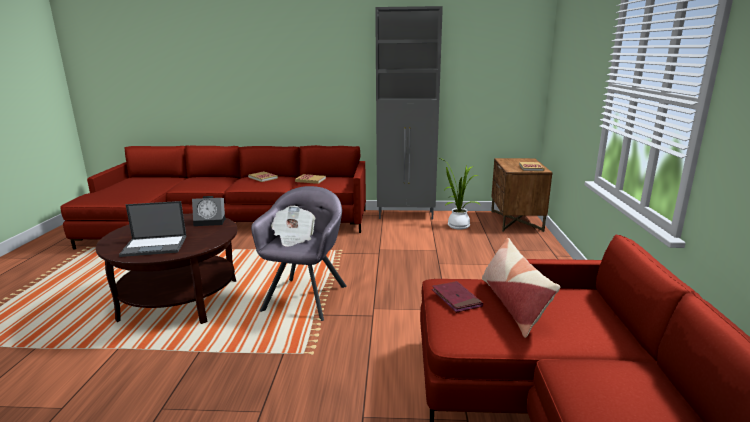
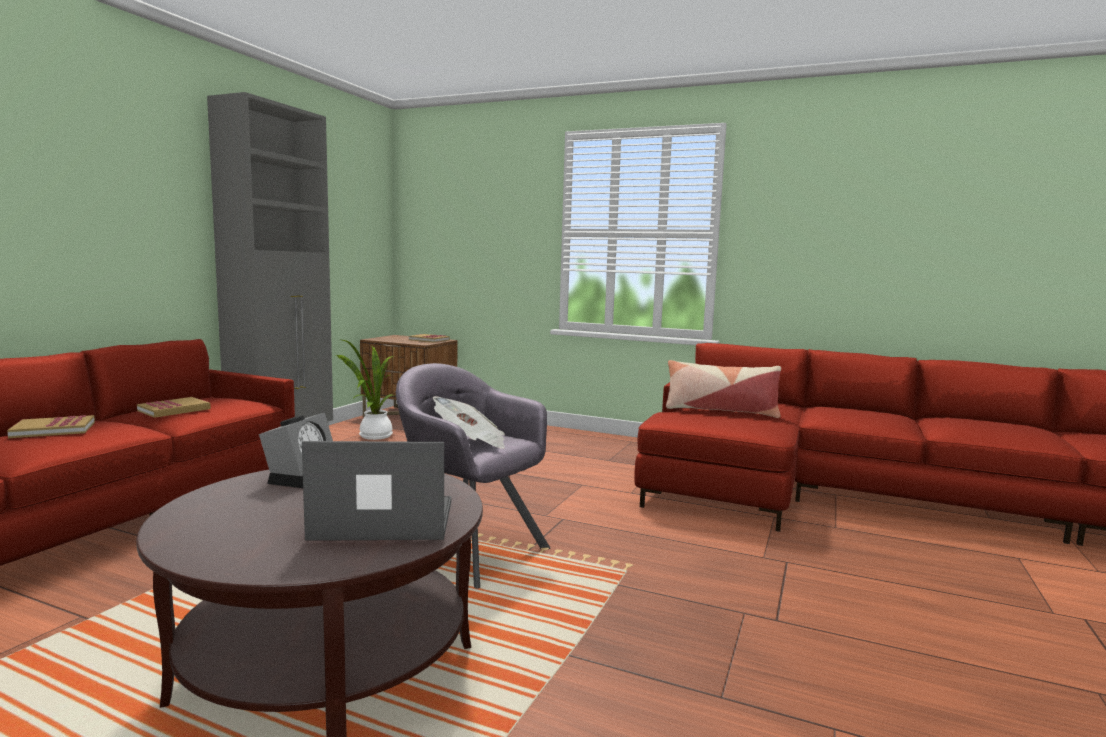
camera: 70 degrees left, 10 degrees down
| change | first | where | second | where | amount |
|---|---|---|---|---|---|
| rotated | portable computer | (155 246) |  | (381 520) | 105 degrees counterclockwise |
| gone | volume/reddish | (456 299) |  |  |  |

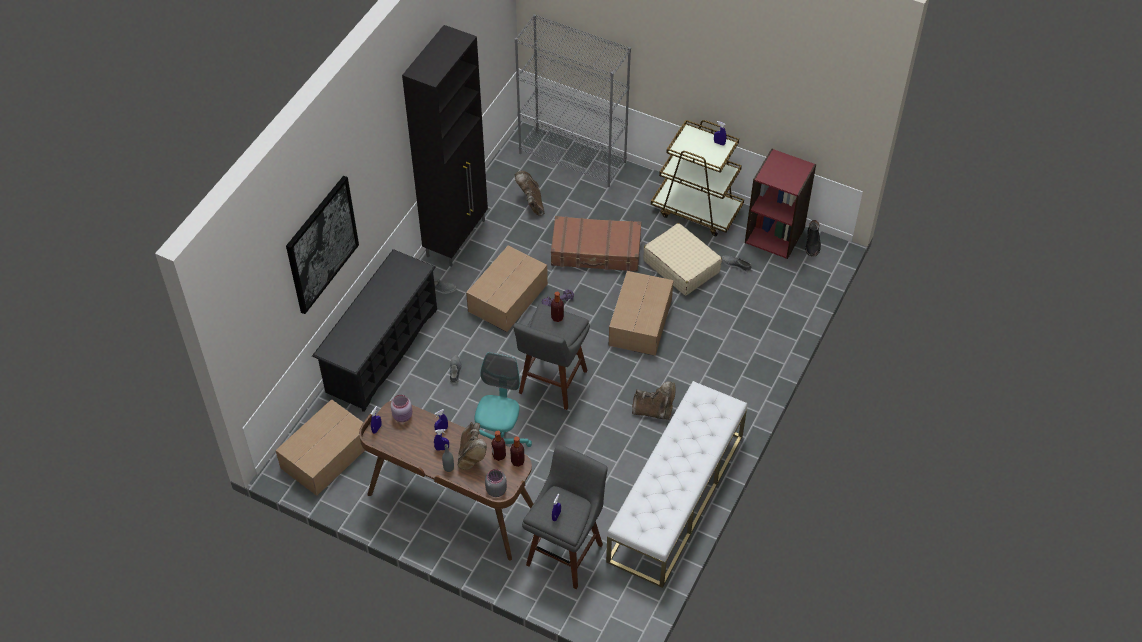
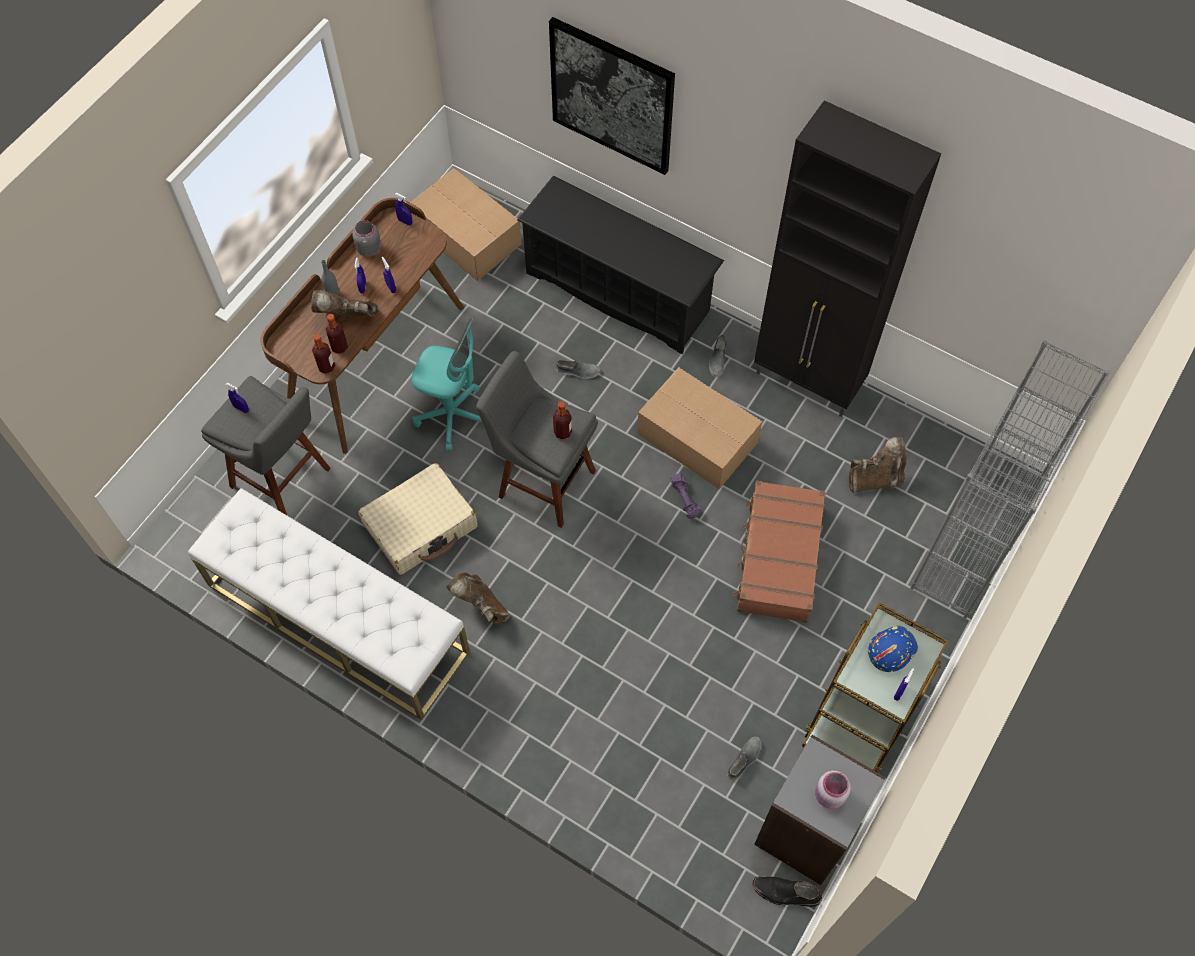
camera: 95 degrees right, 10 degrees up
| change | first | where | second | where | amount |
|---|---|---|---|---|---|
| shifted | preserve jar/gray | (495 490) |  | (369 248) |  |
| shifted | piece of luggage/beige-coloured | (681 266) |  | (421 526) |  |
| rotated | tall boot/brown | (654 411) |  | (481 606) | 120 degrees clockwise |
| repainted | shelving unit/reddish | (775 235) | shelving unit/gray | (806 832) |  |
| shifted | preserve jar/pink-coloured | (403 416) |  | (829 795) |  |
| new |  |  | hard hat/bluish | (891 649) |  |
| gone | carton | (641 321) |  |  |  |

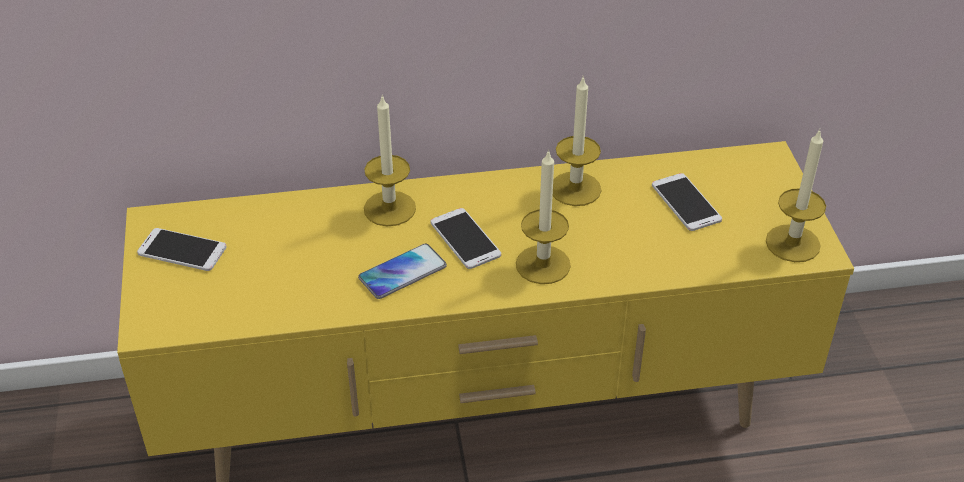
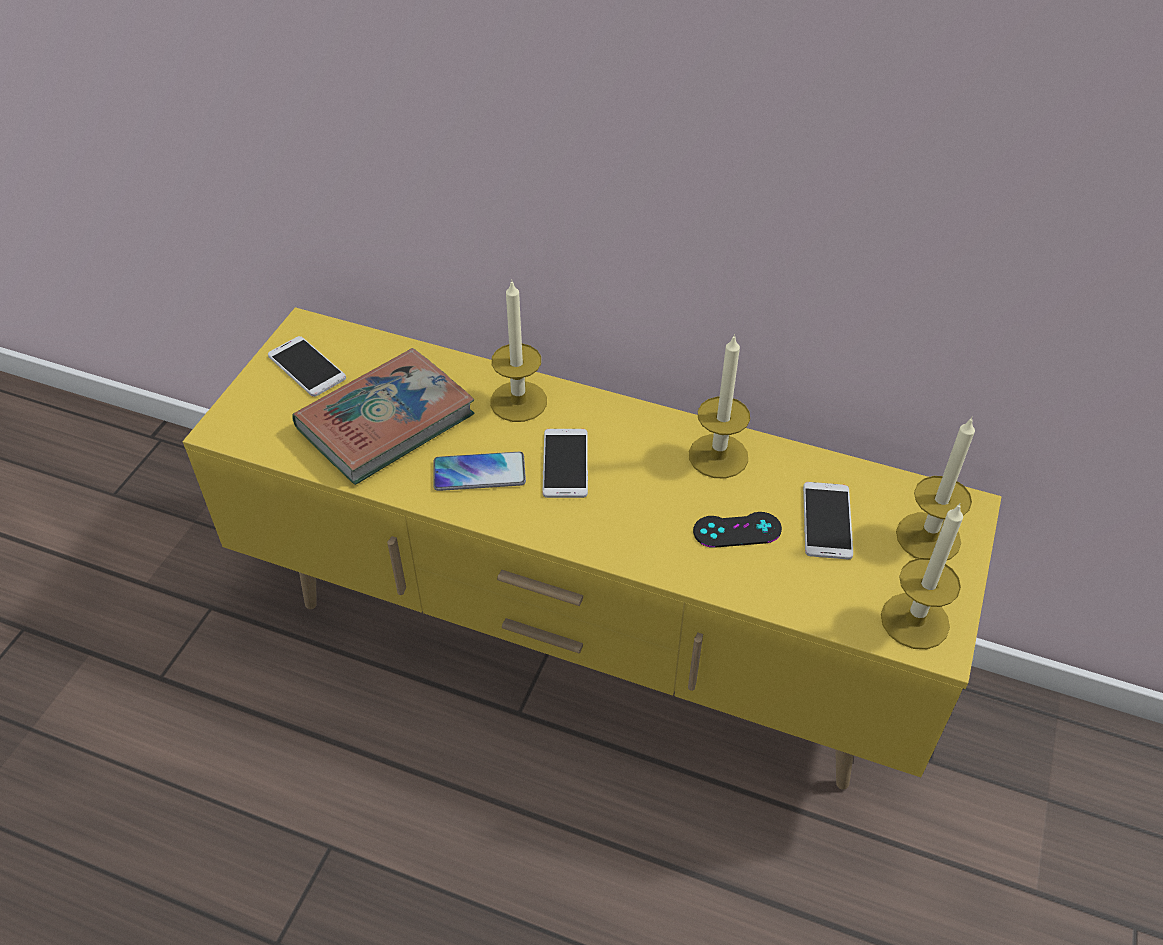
camera: 30 degrees right, 5 degrees up
| change | first | where | second | where | amount |
|---|---|---|---|---|---|
| new |  |  | volume | (386 422) |  |
| new |  |  | gamepad/black | (737 530) |  |
| shifted | candle | (543 264) |  | (928 537) |  |

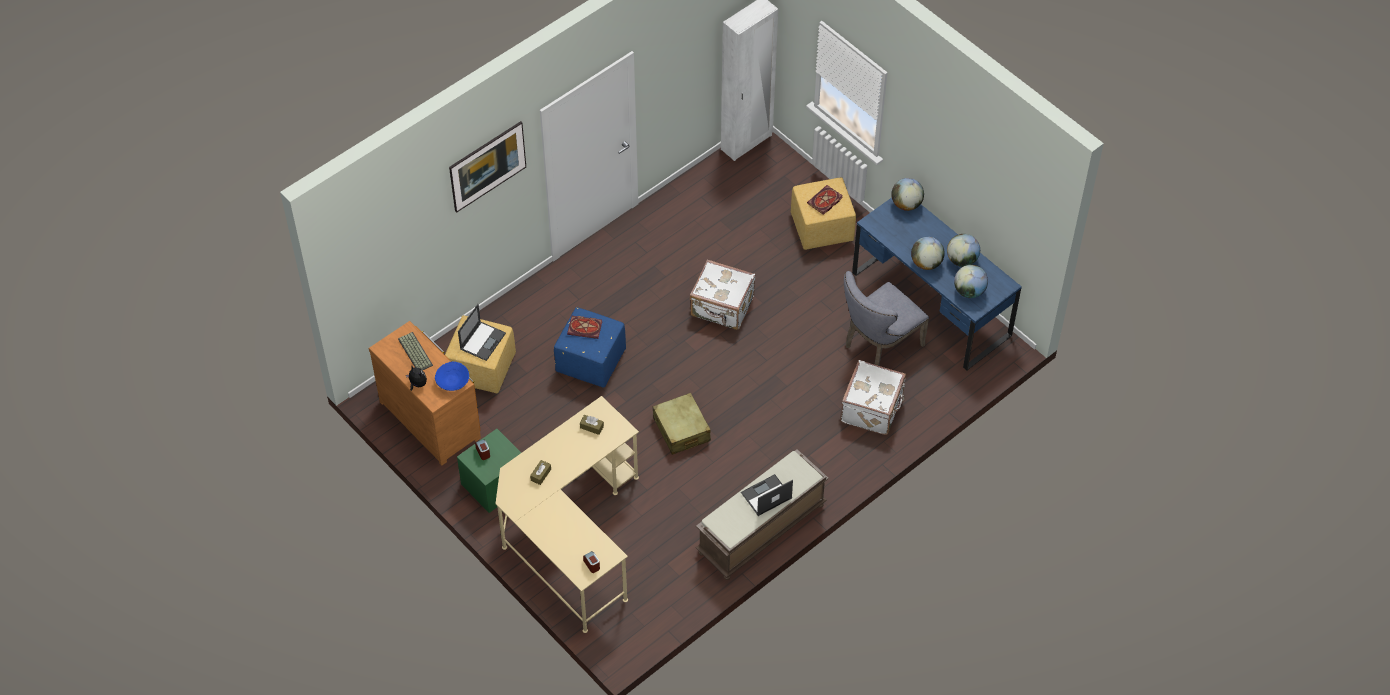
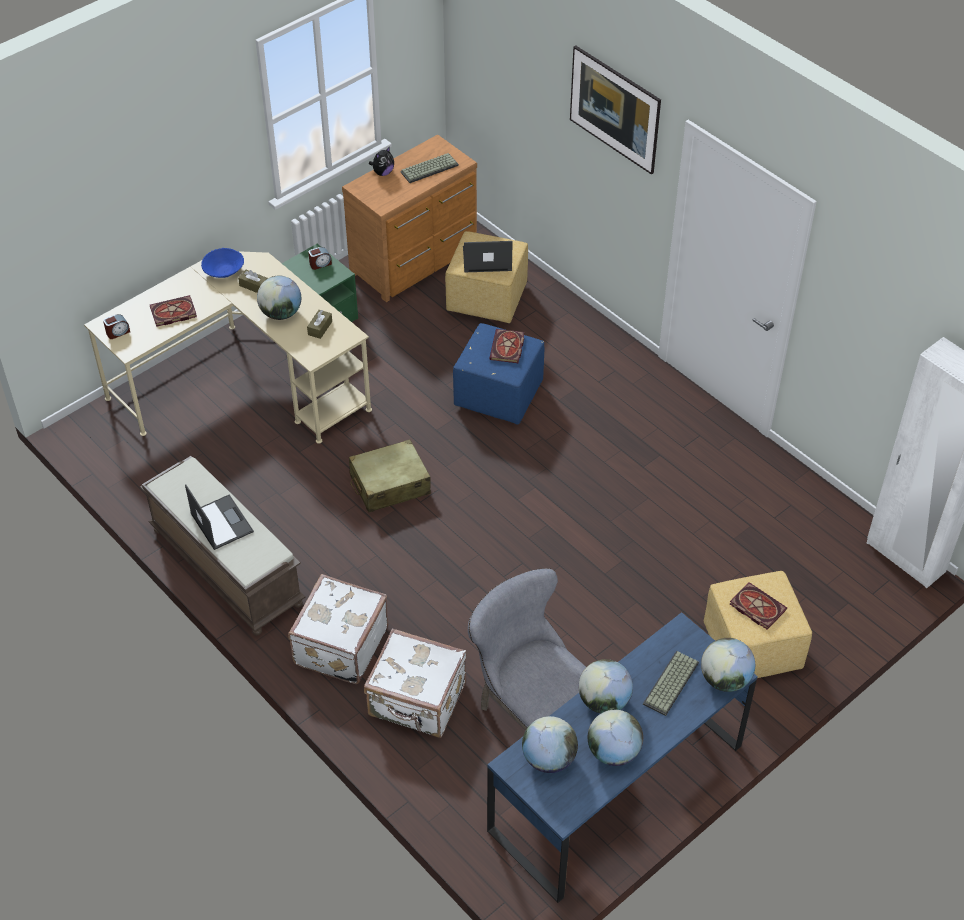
camera: 90 degrees right, 5 degrees down
| change | first | where | second | where | amount |
|---|---|---|---|---|---|
| new |  |  | volume | (172 313) |  |
| shifted | deep dish/bluish | (452 381) |  | (223 271) |  |
| new |  |  | world globe | (281 313) |  |
| shifted | piece of luggage/whitish | (722 308) |  | (339 645) |  |
| rotated | portable computer | (483 341) |  | (486 259) | 150 degrees clockwise |
| new |  |  | computer keyboard | (671 684) |  |

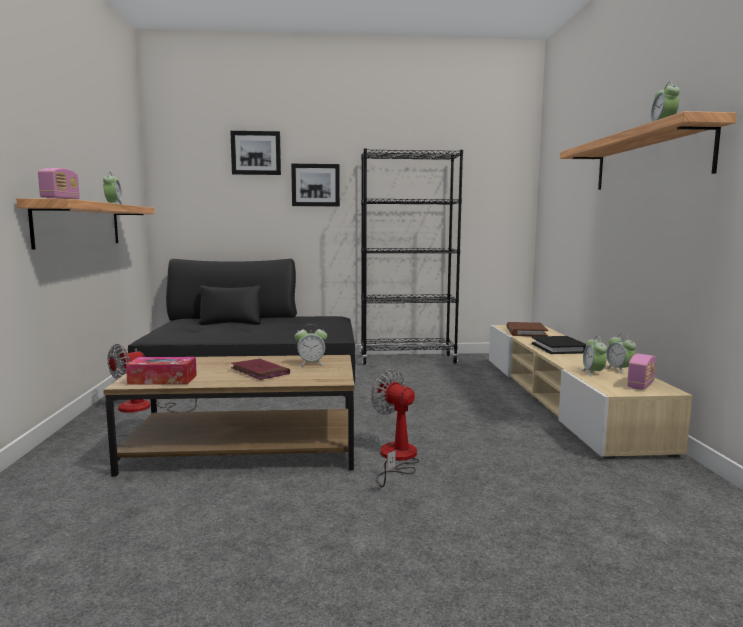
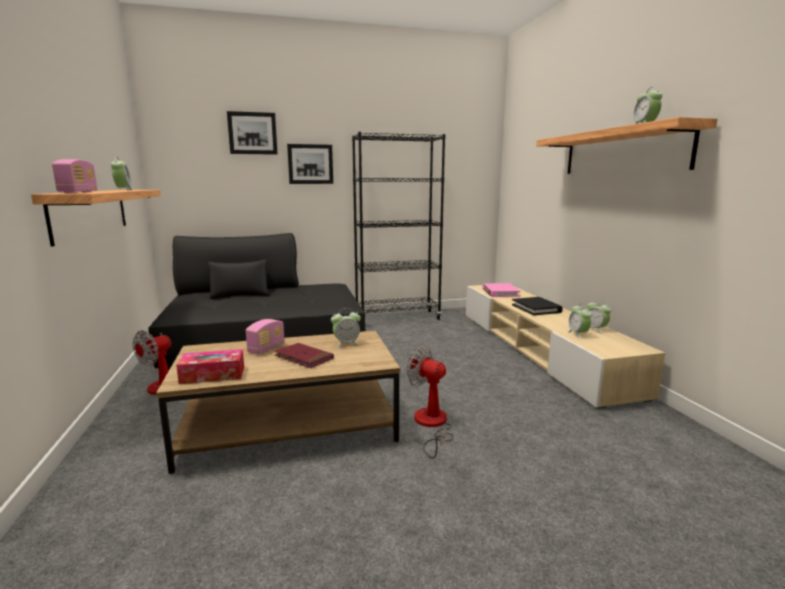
camera: 10 degrees left, 5 degrees up
| change | first | where | second | where | amount |
|---|---|---|---|---|---|
| shifted | radio receiver | (640 385) |  | (266 348) |  |
| repainted | volume/brown | (526 332) | volume/pink-coloured | (500 292) |  |

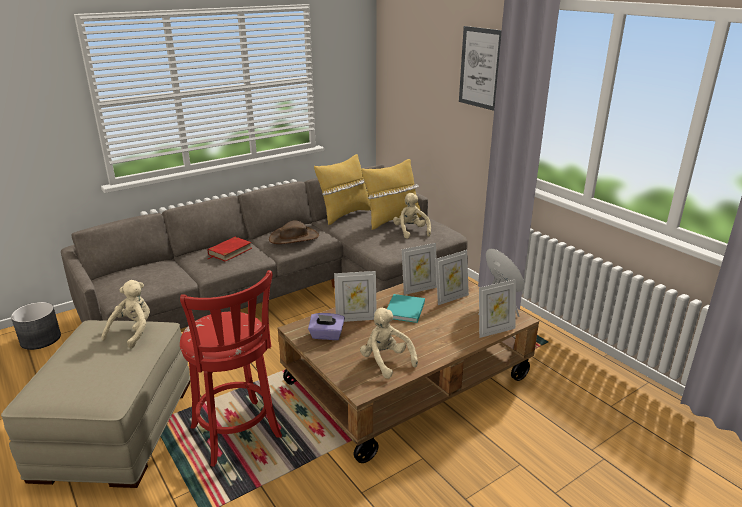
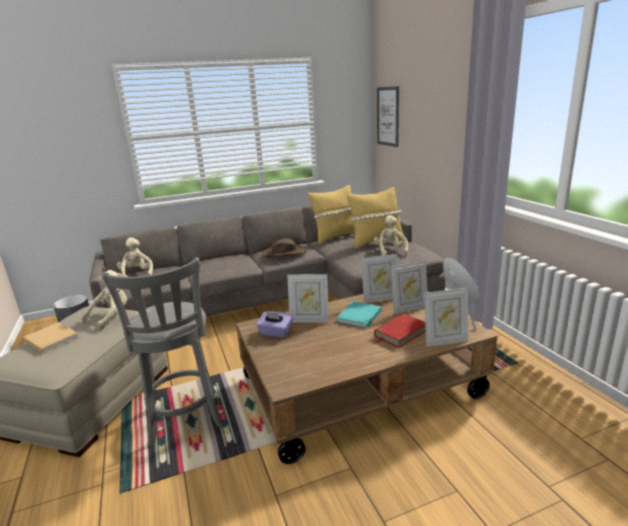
camera: 15 degrees right, 5 degrees down
| change | first | where | second | where | amount |
|---|---|---|---|---|---|
| new |  |  | volume/beige-coloured | (51 338) |  |
| repainted | stool/reddish | (238 435) | stool/gray | (185 420) |  |
| shifted | plush toy/beige-coloured | (386 361) |  | (137 275) |  |
| shifted | volume/reddish | (230 251) |  | (400 333) |  |
| shifted | wall picture | (480 68) |  | (388 116) |  |

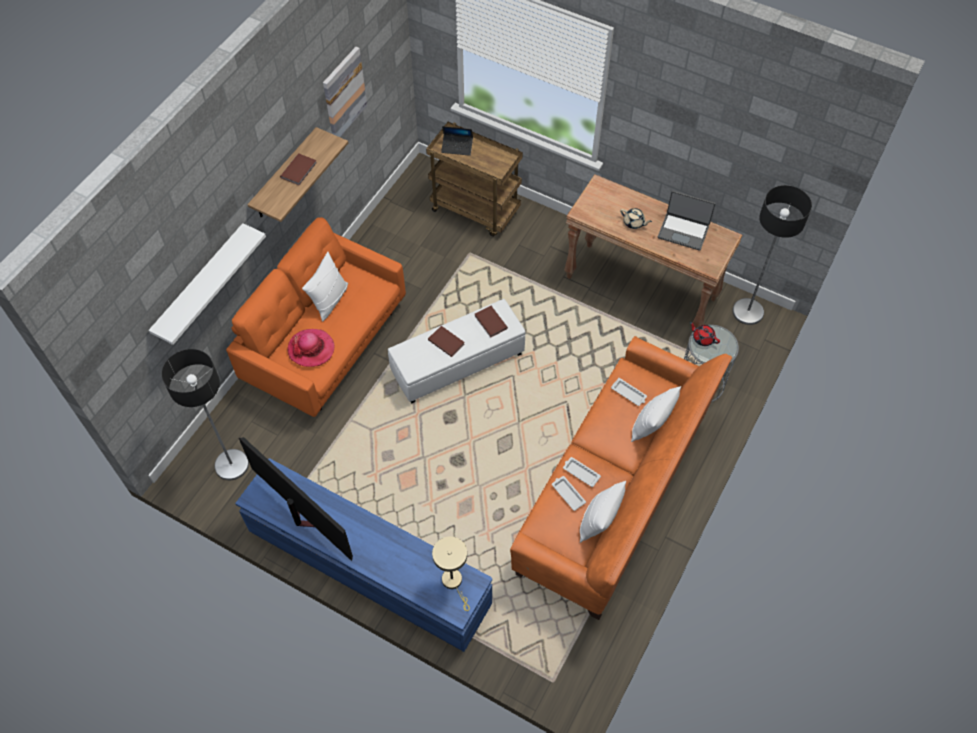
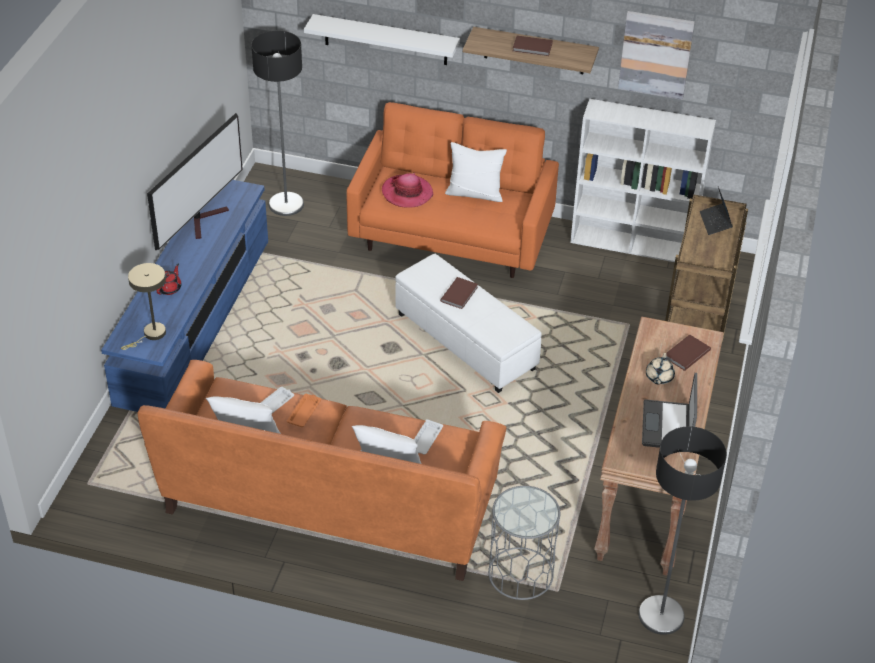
camera: 75 degrees right, 15 degrees down
| change | first | where | second | where | amount |
|---|---|---|---|---|---|
| shifted | teapot/reddish | (703 338) |  | (169 288) |  |
| repainted | serving tray/whitish | (580 473) | serving tray/orange | (304 412) |  |
| new |  |  | shelving unit/whitish | (633 244) |  |
| shifted | volume/brown | (490 322) |  | (685 354) |  |

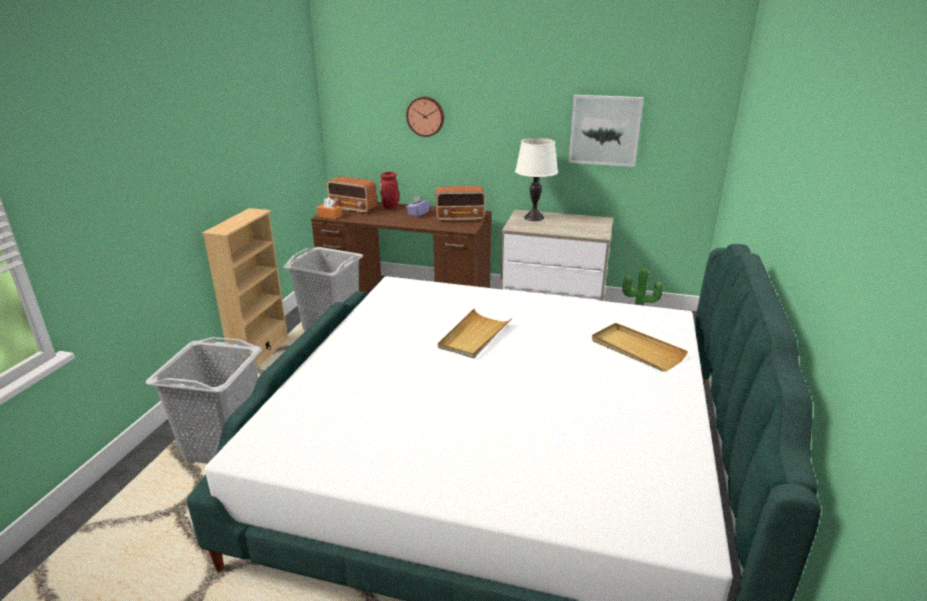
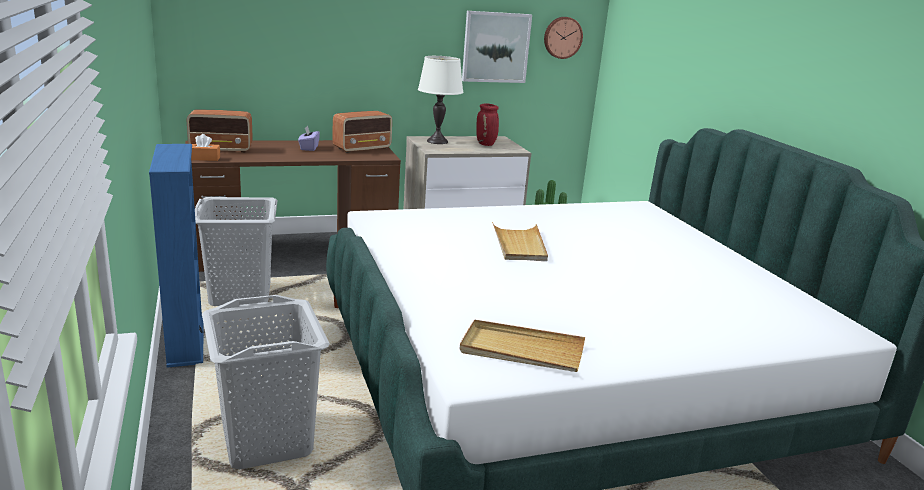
camera: 35 degrees left, 5 degrees down
| change | first | where | second | where | amount |
|---|---|---|---|---|---|
| repainted | shelving unit/beige-coloured | (260 353) | shelving unit/bluish | (185 341) |  |
| shifted | serving tray/beige-coloured | (636 349) |  | (521 350) |  |
| shifted | decorative vase/reddish | (390 208) |  | (486 144) |  |
| shifted | clock on the wall | (425 116) |  | (562 37) |  |

